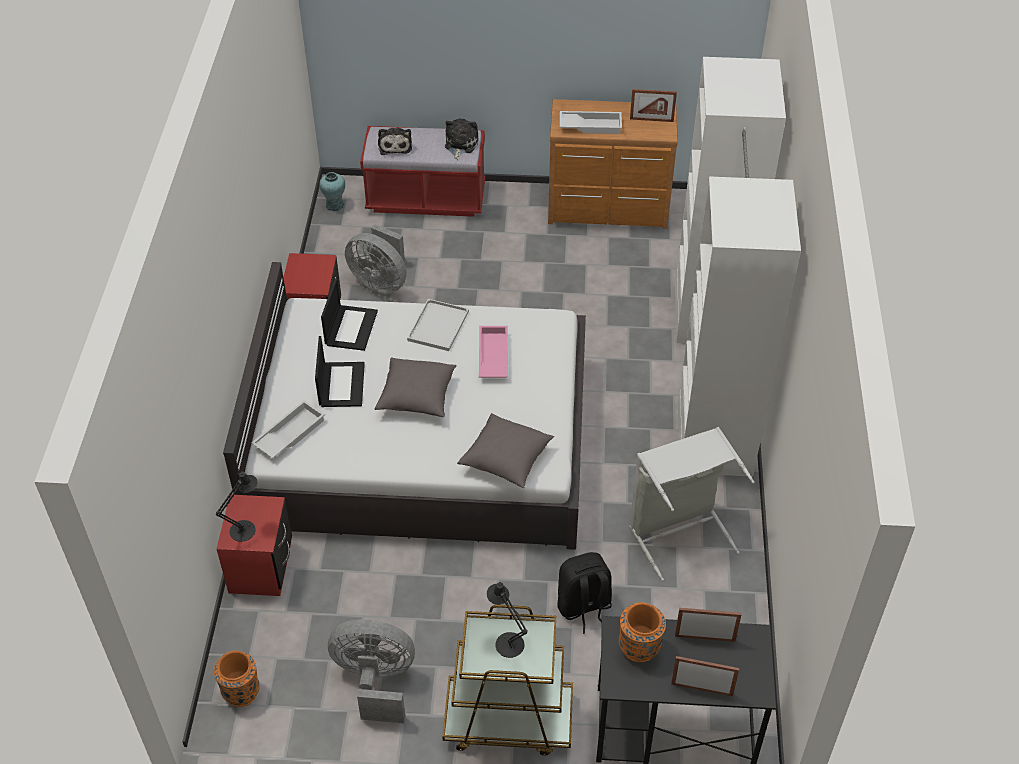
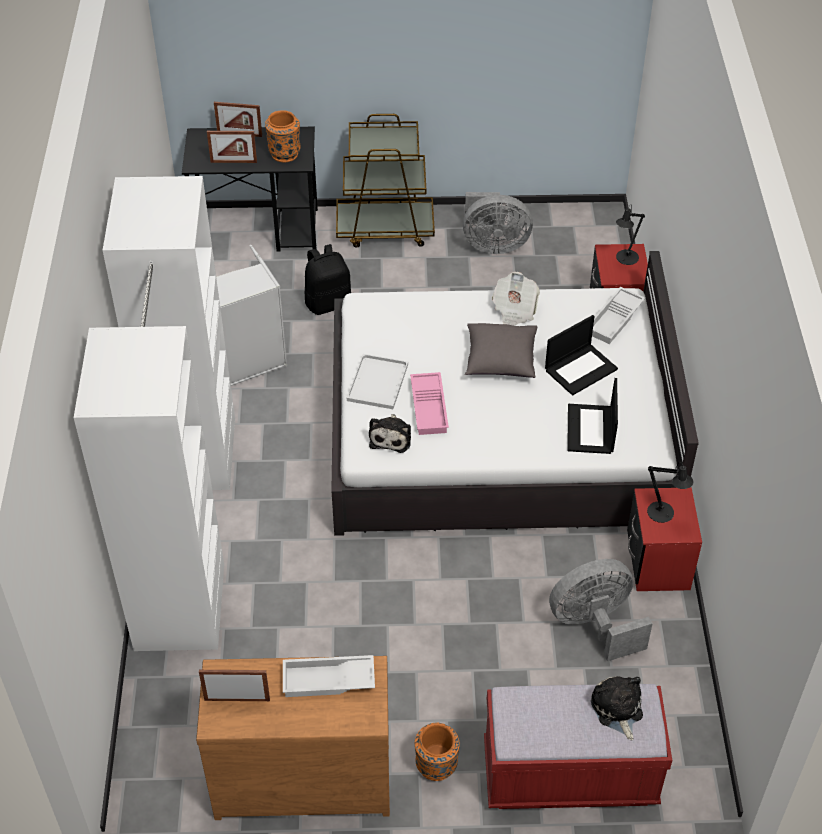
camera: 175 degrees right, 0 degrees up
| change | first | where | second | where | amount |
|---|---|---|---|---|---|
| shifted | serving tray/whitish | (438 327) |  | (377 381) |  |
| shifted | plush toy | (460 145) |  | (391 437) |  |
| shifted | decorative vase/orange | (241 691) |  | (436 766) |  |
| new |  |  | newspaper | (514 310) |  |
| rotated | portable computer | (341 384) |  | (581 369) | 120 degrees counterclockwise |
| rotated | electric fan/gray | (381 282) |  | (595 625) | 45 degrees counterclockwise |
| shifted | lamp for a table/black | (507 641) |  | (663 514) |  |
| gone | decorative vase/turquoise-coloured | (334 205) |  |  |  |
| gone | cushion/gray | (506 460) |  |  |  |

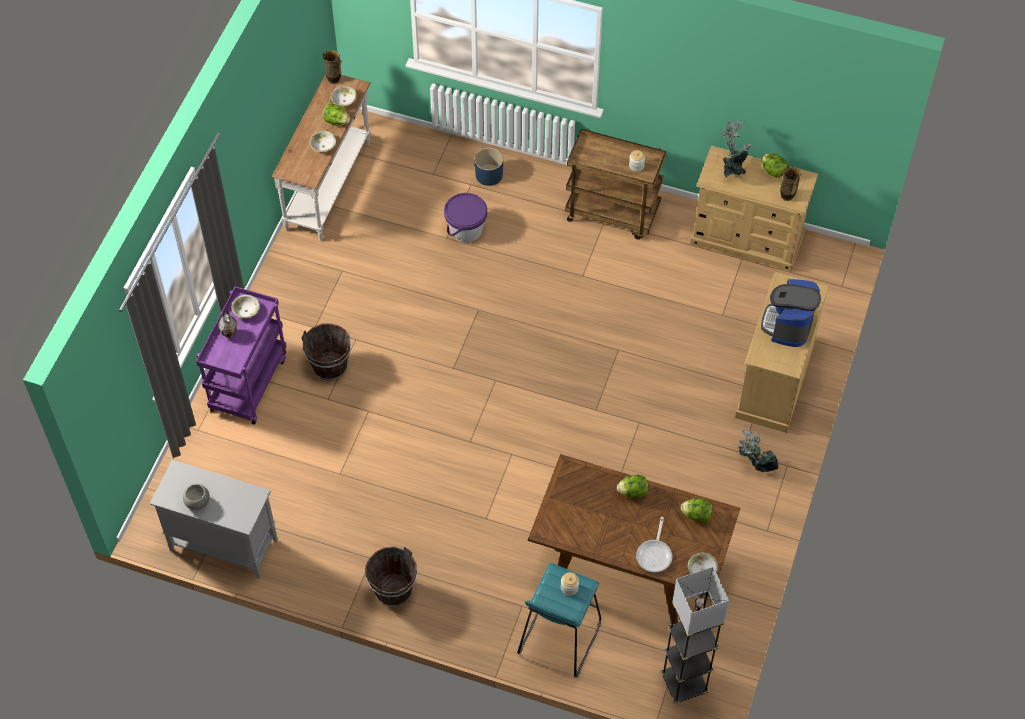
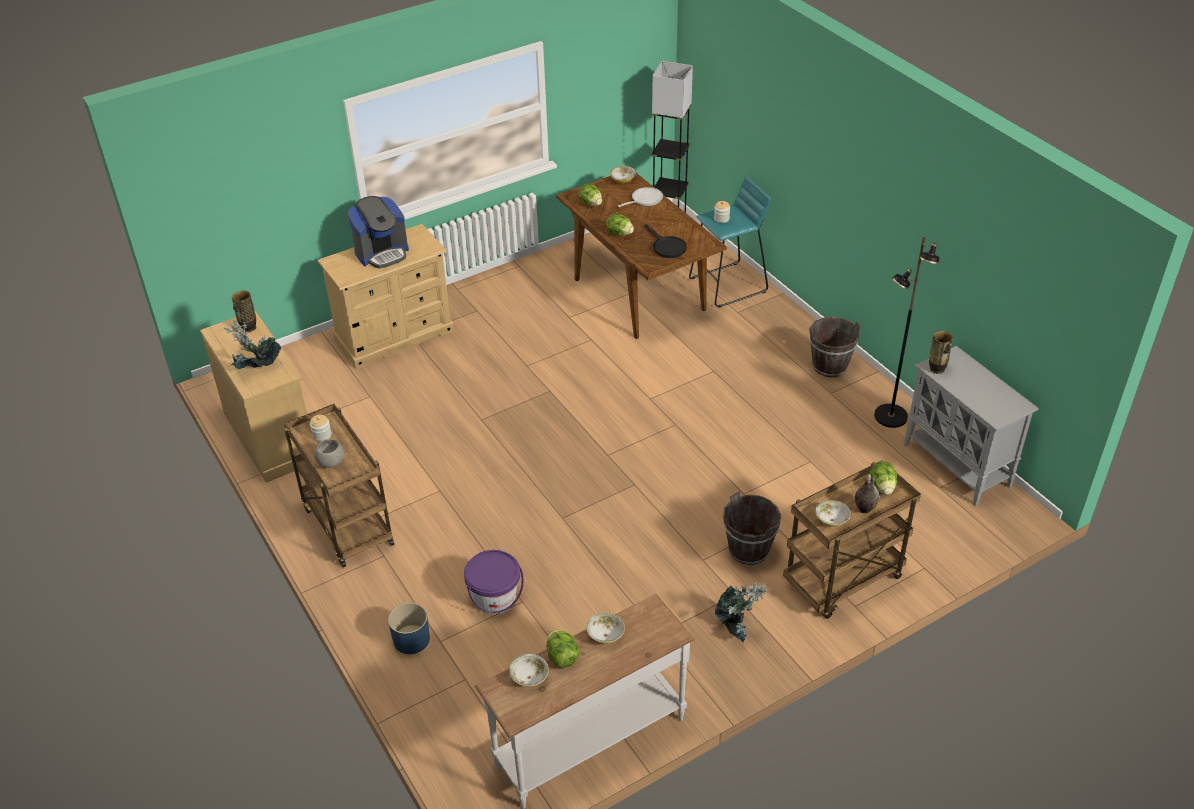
camera: 140 degrees left, 15 degrees down
| change | first | where | second | where | amount |
|---|---|---|---|---|---|
| shifted | deep dish/gray | (197 502) |  | (330 462) |  |
| new |  |  | frying pan/black | (666 247) |  |
| shifted | potted plant | (753 465) |  | (736 628) |  |
| repainted | cart/purple-coloured | (248 382) | cart/brown | (842 582) |  |
| shifted | lettuce | (773 171) |  | (882 487) |  |
| new |  |  | standing lamp/black | (890 417) |  |
| shifted | decorative vase | (333 79) |  | (936 369) |  |

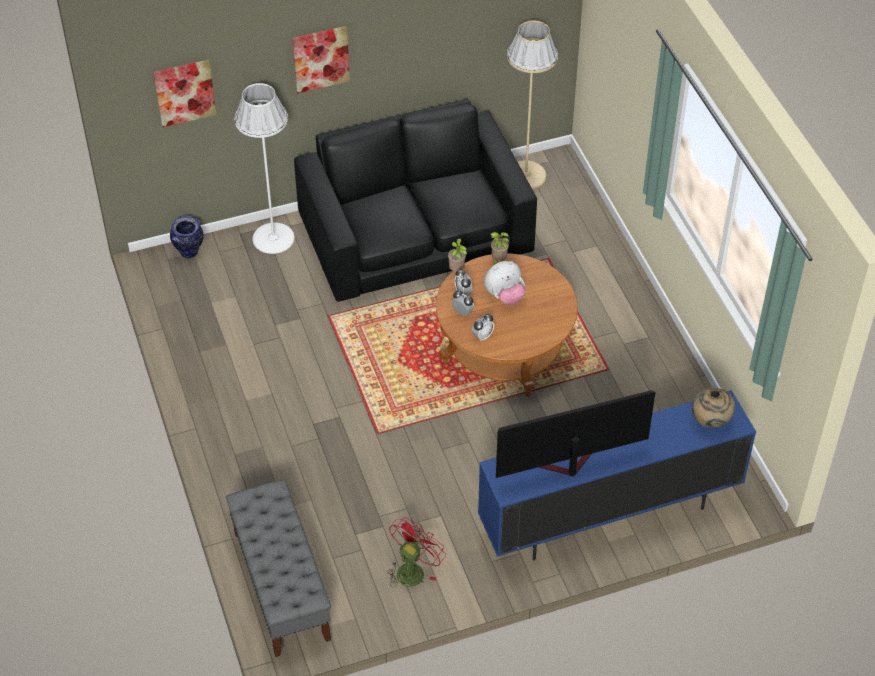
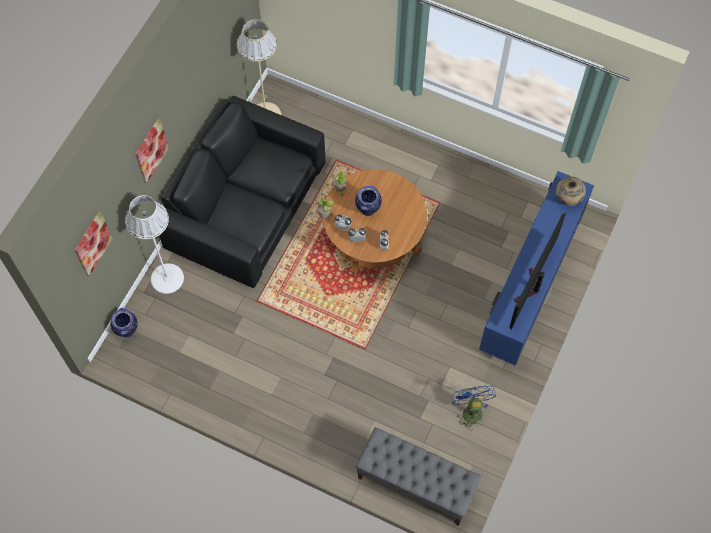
camera: 45 degrees left, 15 degrees up
| change | first | where | second | where | amount |
|---|---|---|---|---|---|
| swapped | plush toy | (504 296) | decorative vase | (368 210) |  |
| repainted | electric fan/reddish | (413 569) | electric fan/bluish | (470 410) |  |

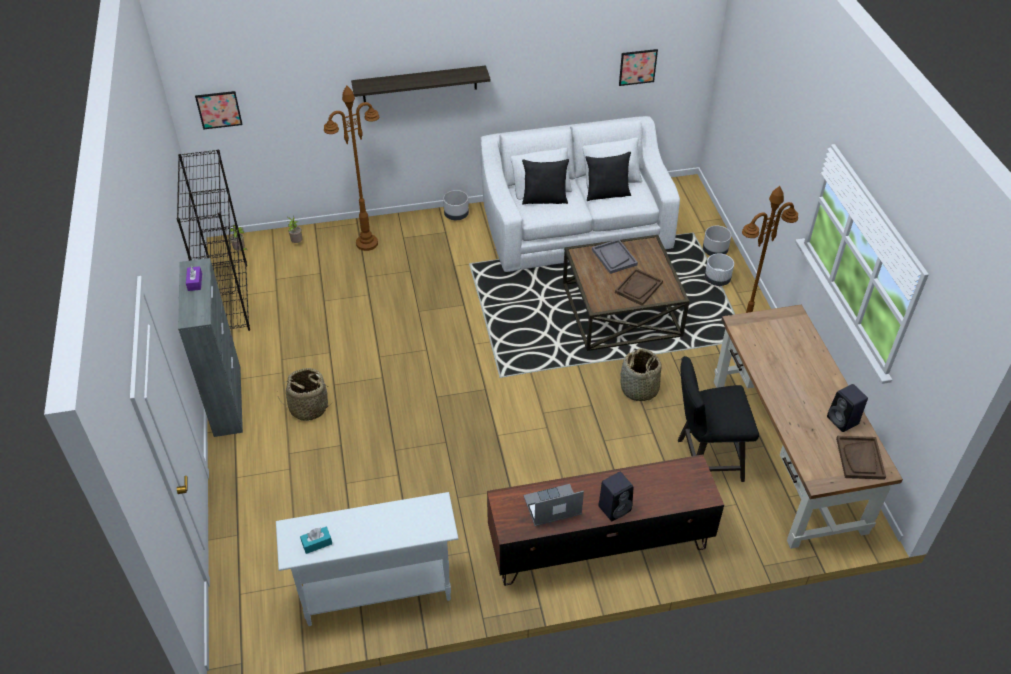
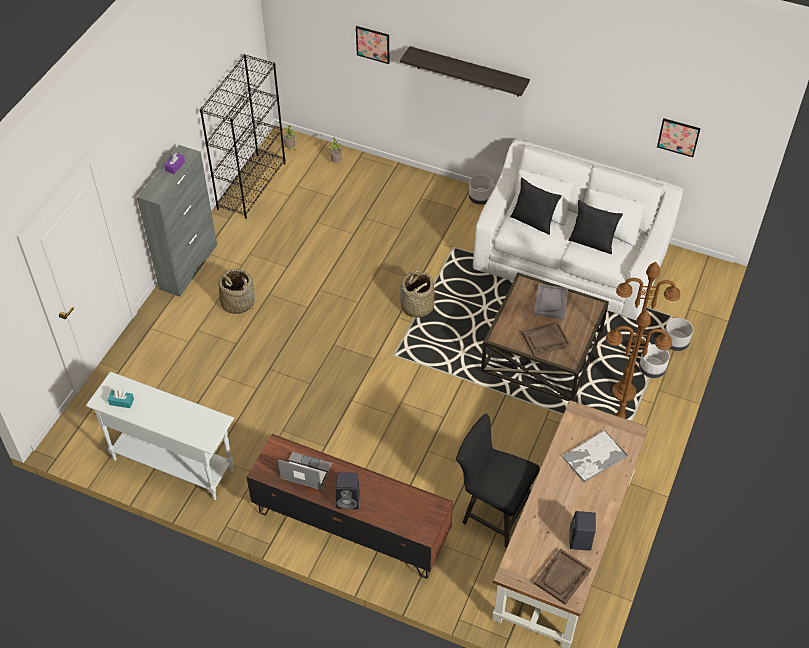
camera: 35 degrees right, 5 degrees up
| change | first | where | second | where | amount |
|---|---|---|---|---|---|
| shifted | wall picture | (219 109) |  | (373 44) |  |
| shifted | storage basket | (639 389) |  | (416 306) |  |
| new |  |  | serving tray | (593 457) |  |
| shifted | standing lamp/brown | (367 243) |  | (624 392) |  |

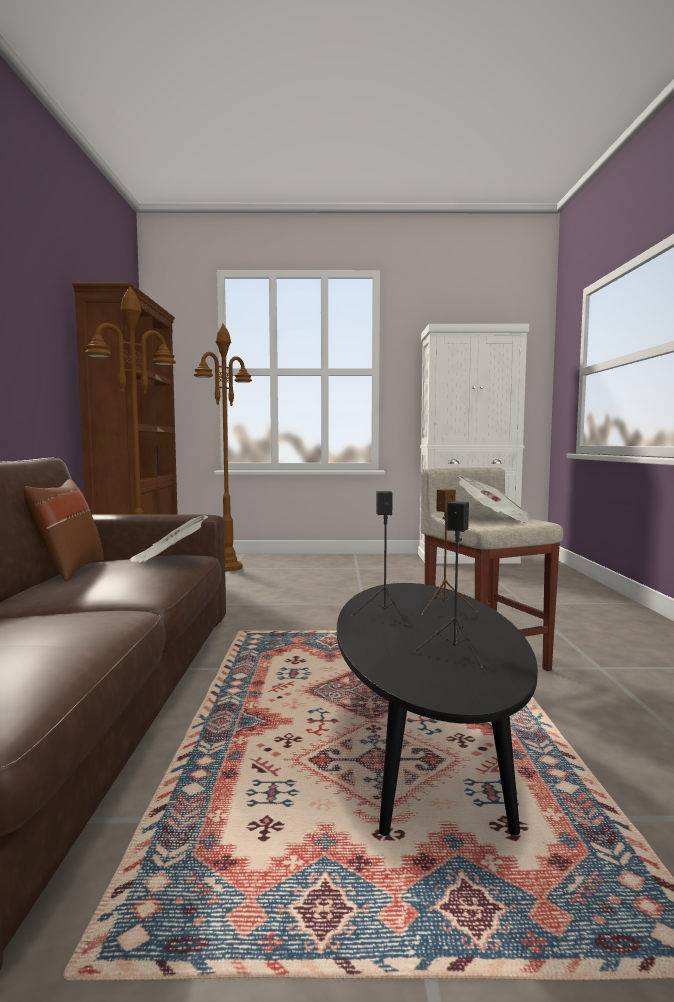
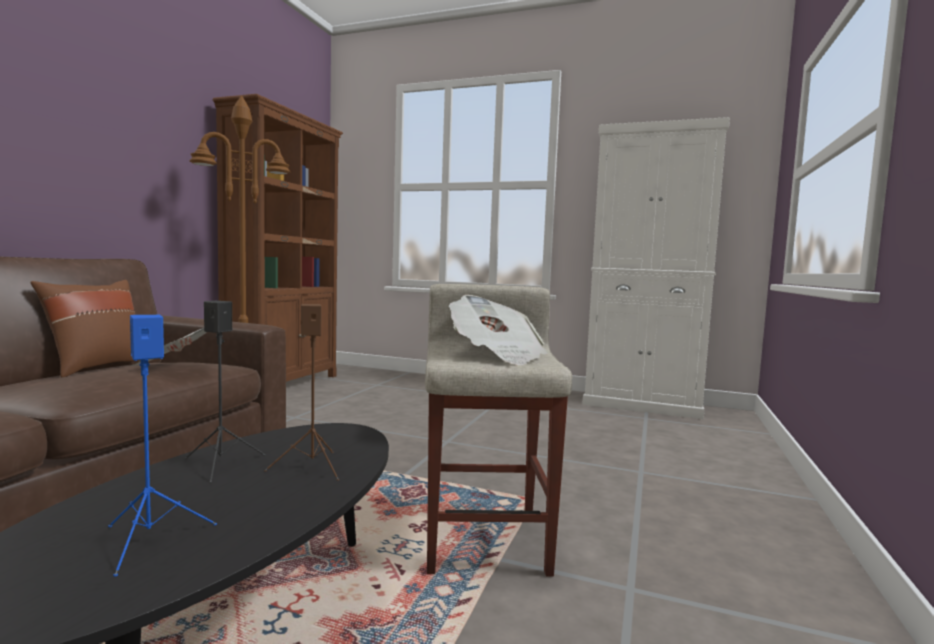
camera: 20 degrees right, 0 degrees up
| change | first | where | second | where | amount |
|---|---|---|---|---|---|
| repainted | speaker/black | (455 654) | speaker/bluish | (149 541) |  |
| gone | standing lamp/brown | (227 568) |  |  |  |

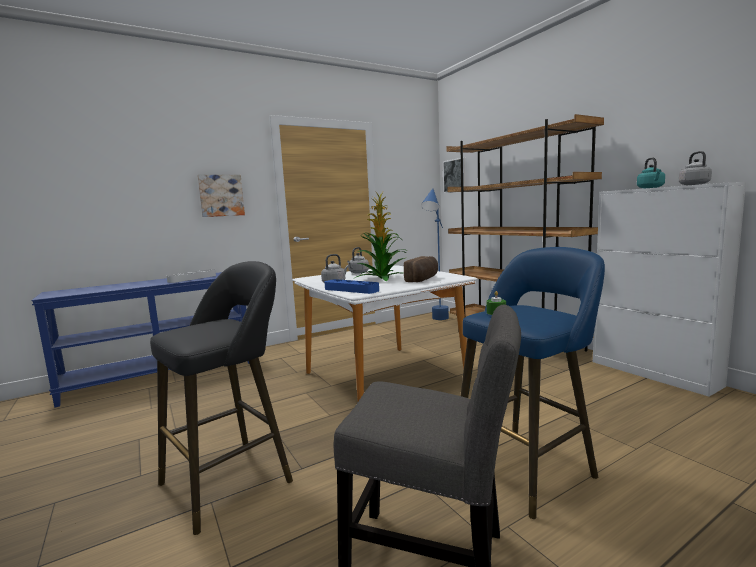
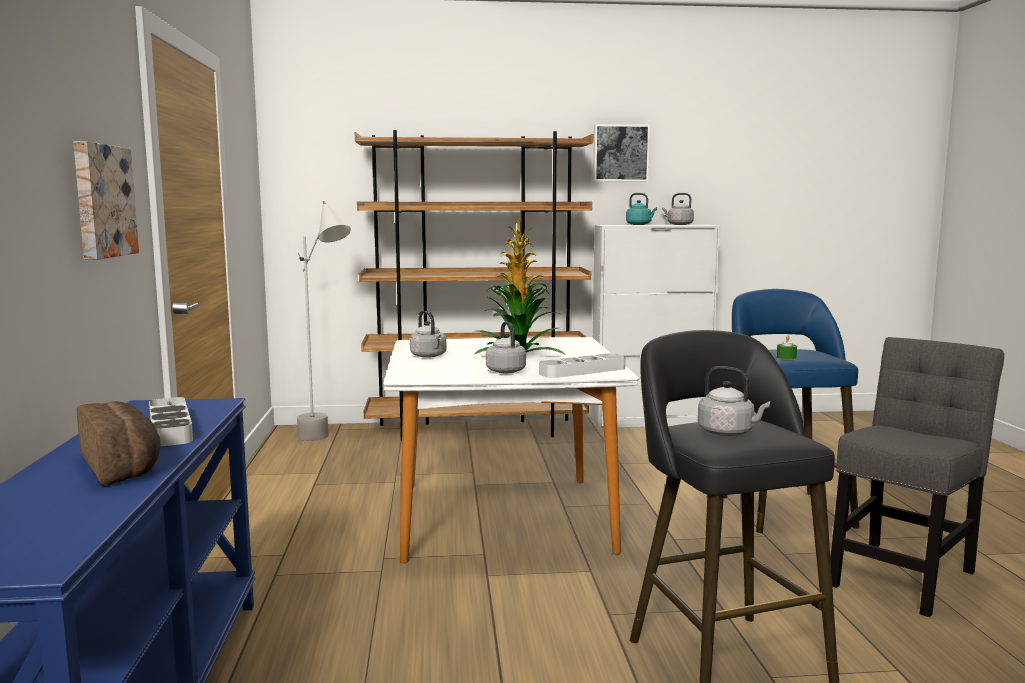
camera: 65 degrees left, 0 degrees up
| change | first | where | second | where | amount |
|---|---|---|---|---|---|
| shifted | bread | (423 279) |  | (124 465) |  |
| repainted | standing lamp/bluish | (437 321) | standing lamp/gray | (326 441) |  |
| repainted | serving tray/bluish | (351 290) | serving tray/gray | (582 371) |  |
| shifted | wall picture | (456 175) |  | (620 153) |  |
| new |  |  | tea kettle/gray | (728 433) |  |

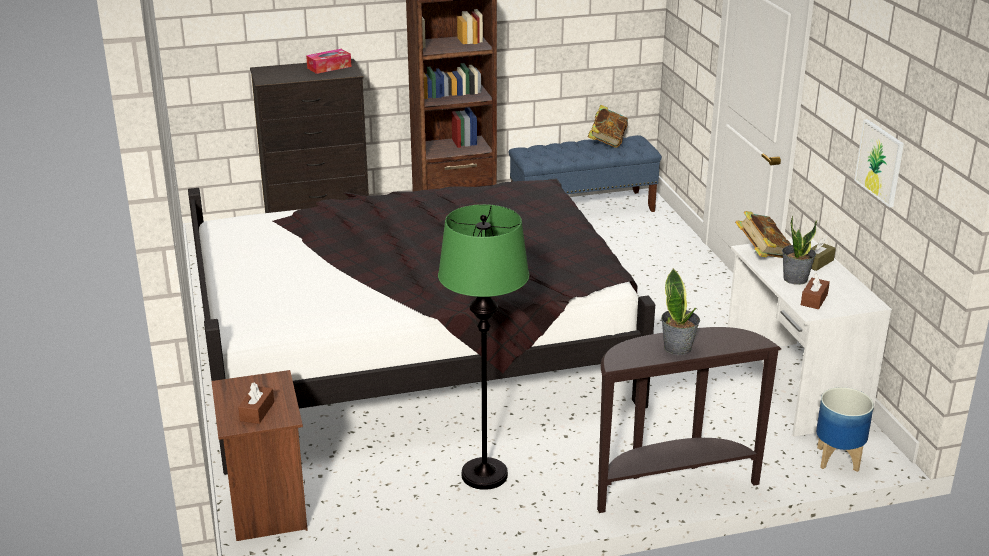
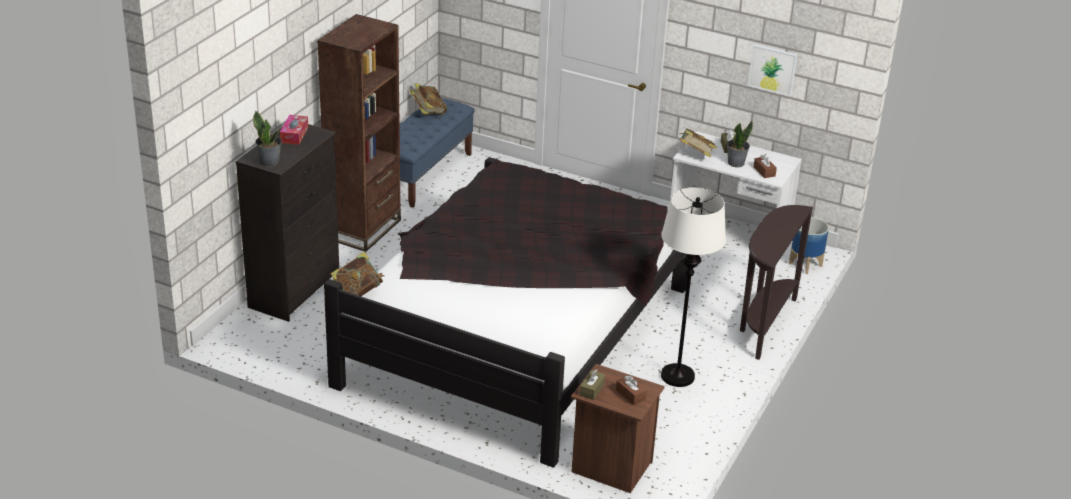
camera: 50 degrees left, 5 degrees up
| change | first | where | second | where | amount |
|---|---|---|---|---|---|
| shifted | potted plant | (678 348) |  | (269 162) |  |
| new |  |  | volume | (358 292) |  |
| new |  |  | tissue box/brown | (591 390) |  |
| repainted | standing lamp/green | (484 475) | standing lamp/whitish | (678 376) |  |

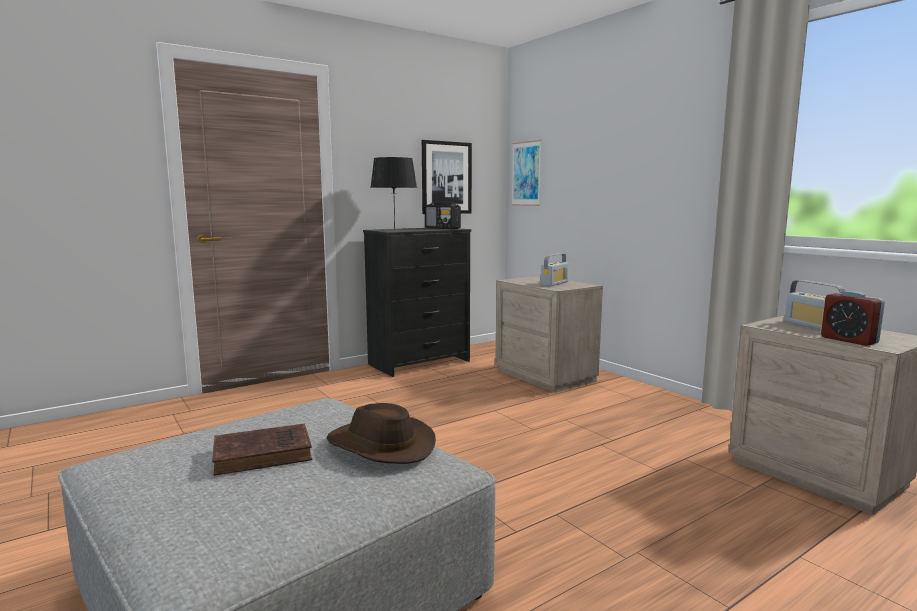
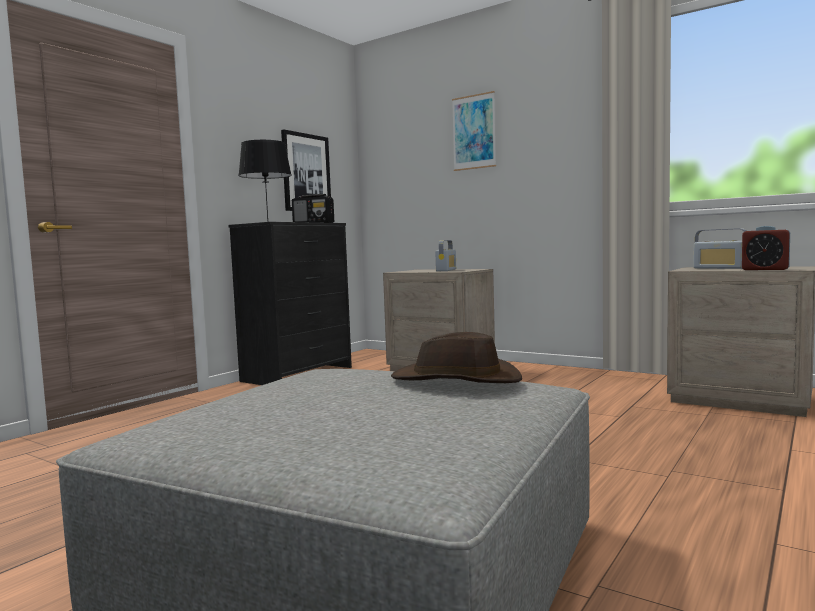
camera: 20 degrees left, 5 degrees down
| change | first | where | second | where | amount |
|---|---|---|---|---|---|
| shifted | wall picture | (526 173) |  | (474 132) |  |
| gone | volume/brown | (266 454) |  |  |  |

